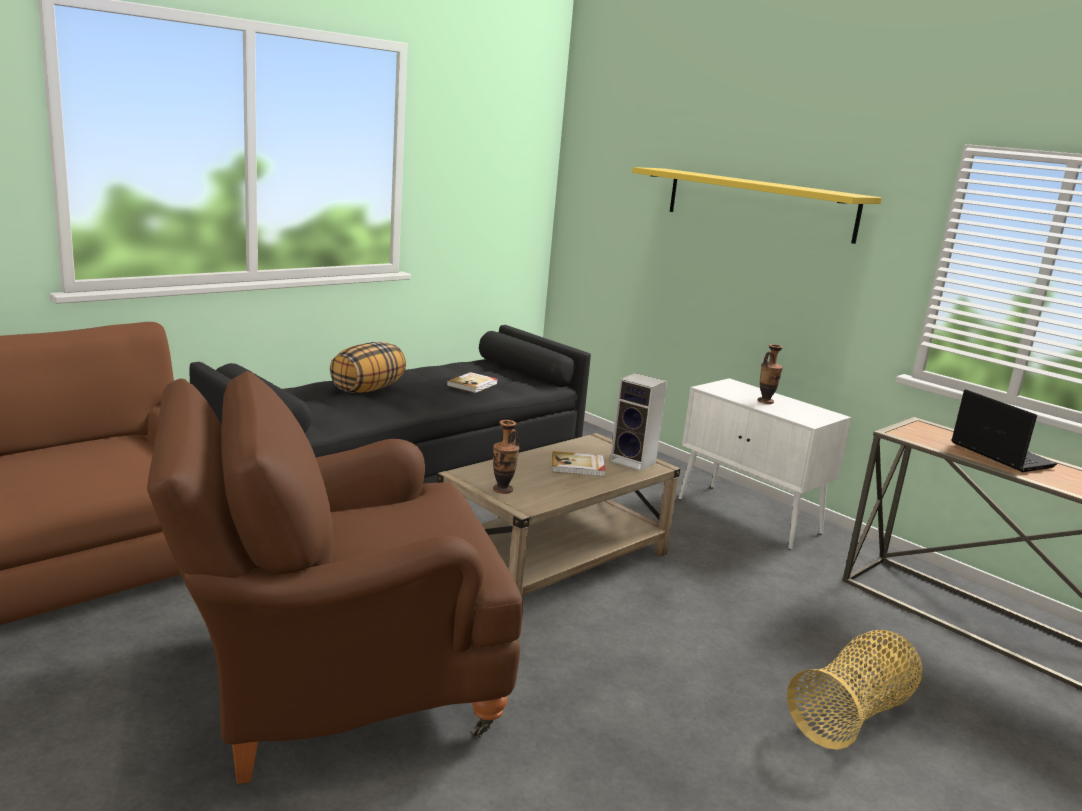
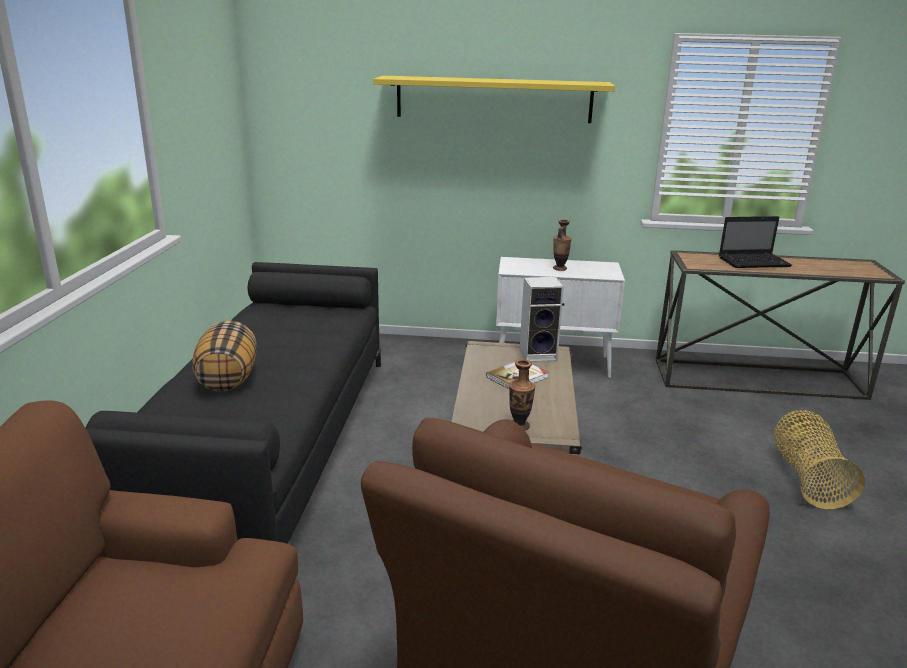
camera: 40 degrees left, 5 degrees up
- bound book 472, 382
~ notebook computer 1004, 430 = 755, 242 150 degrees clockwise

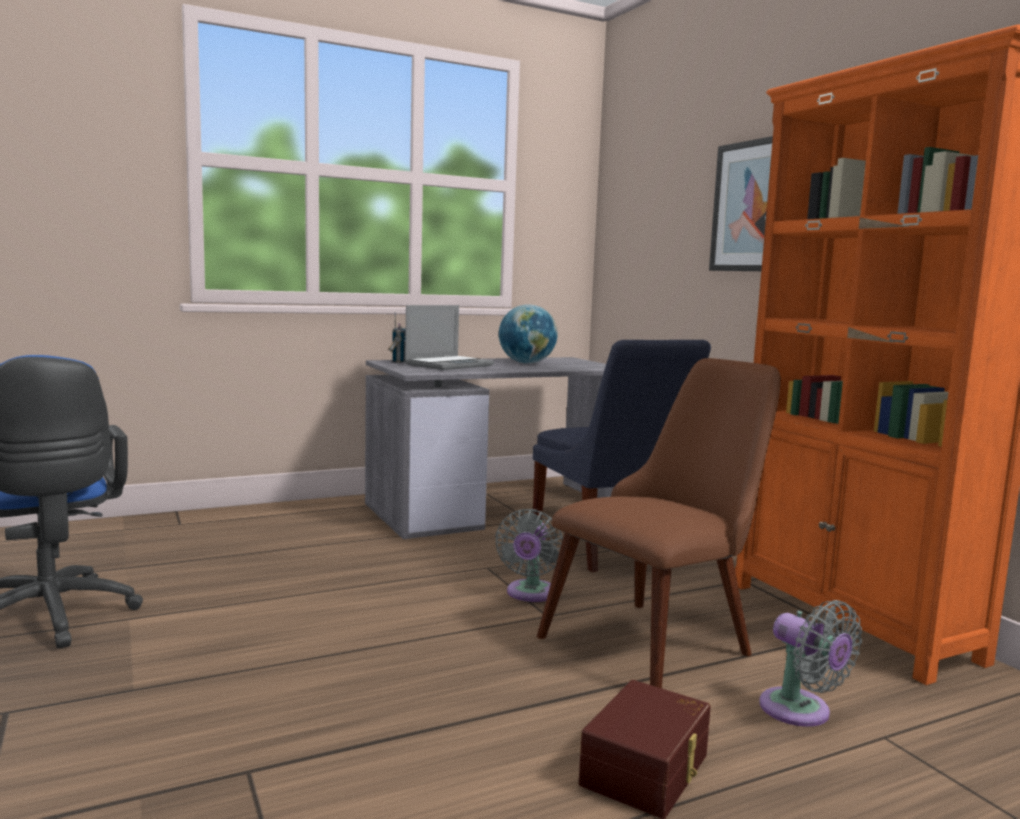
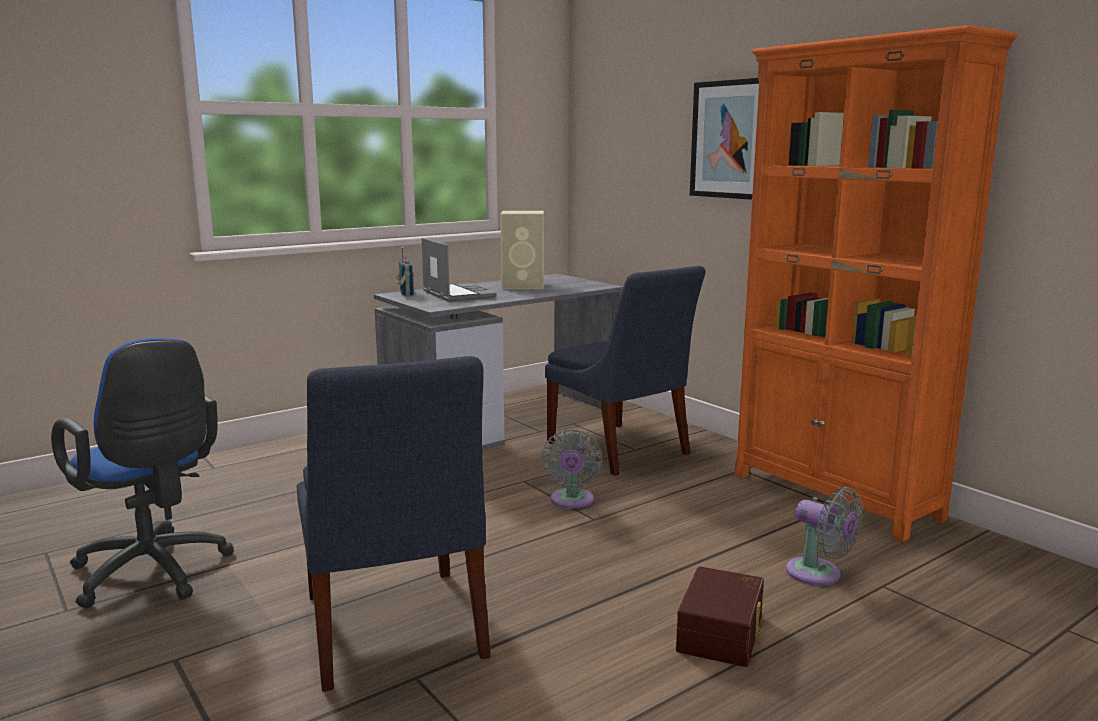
camera: 10 degrees left, 5 degrees up
- brown upright chair 659, 523
+ blue upright chair 393, 524
~ world globe 528, 334 to sand-coloured speaker 522, 250
~ notebook computer 449, 337 = 459, 270 60 degrees counterclockwise

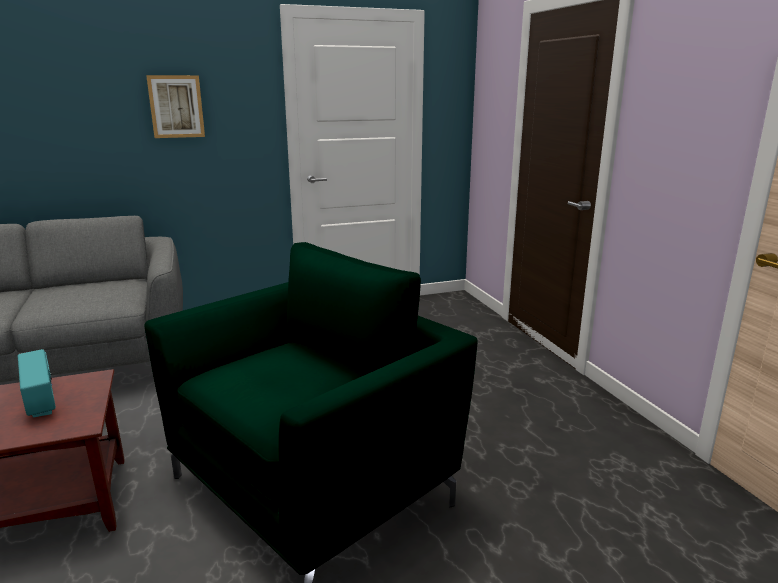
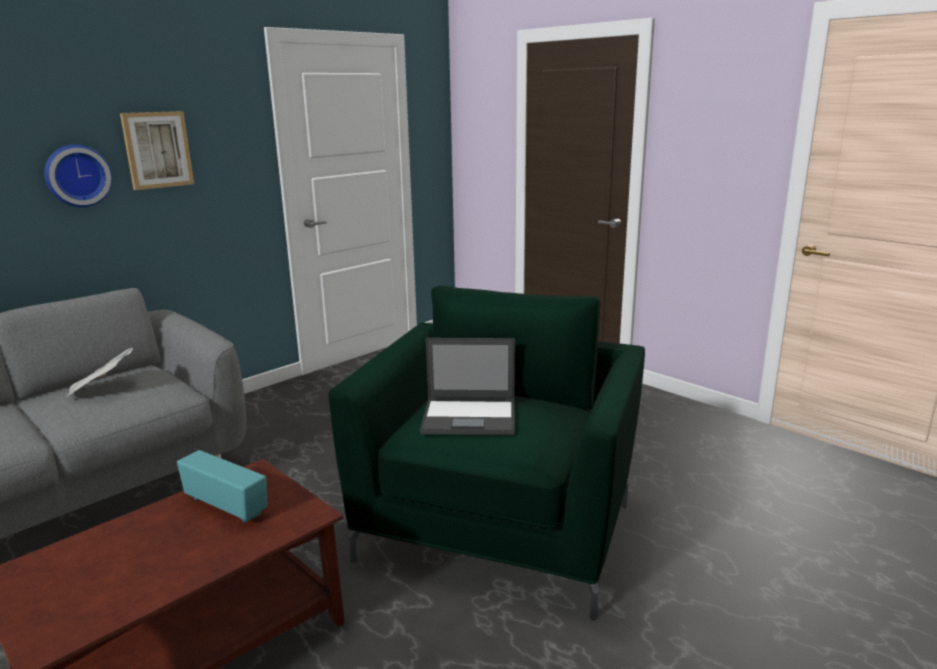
camera: 25 degrees left, 0 degrees up
+ clock on the wall 78, 175
+ printed paper 99, 372
+ notebook computer 467, 386

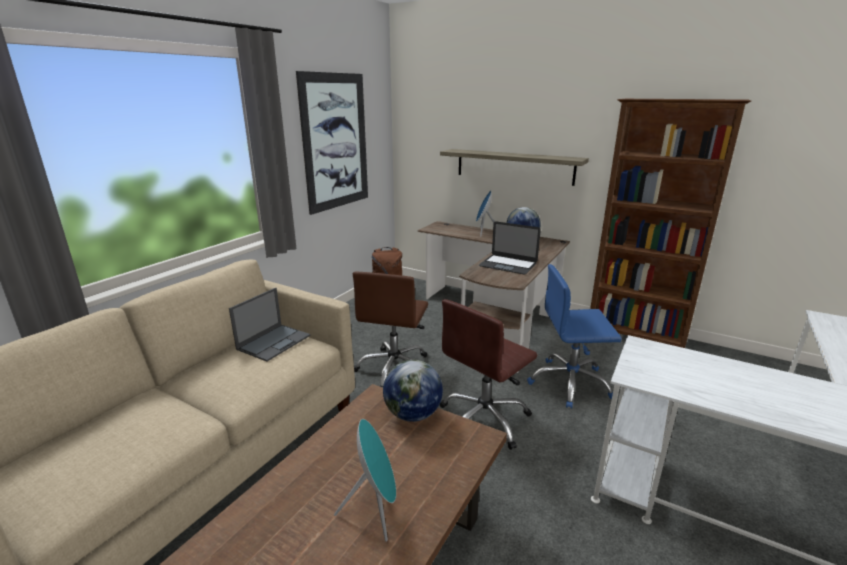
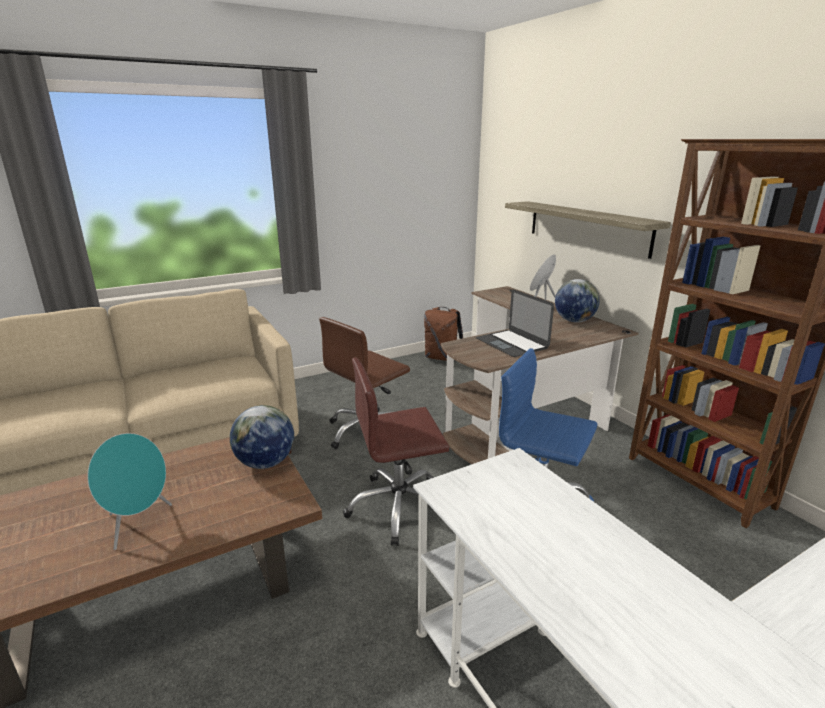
camera: 30 degrees right, 0 degrees up
- notebook computer 269, 325
- wall picture 332, 143

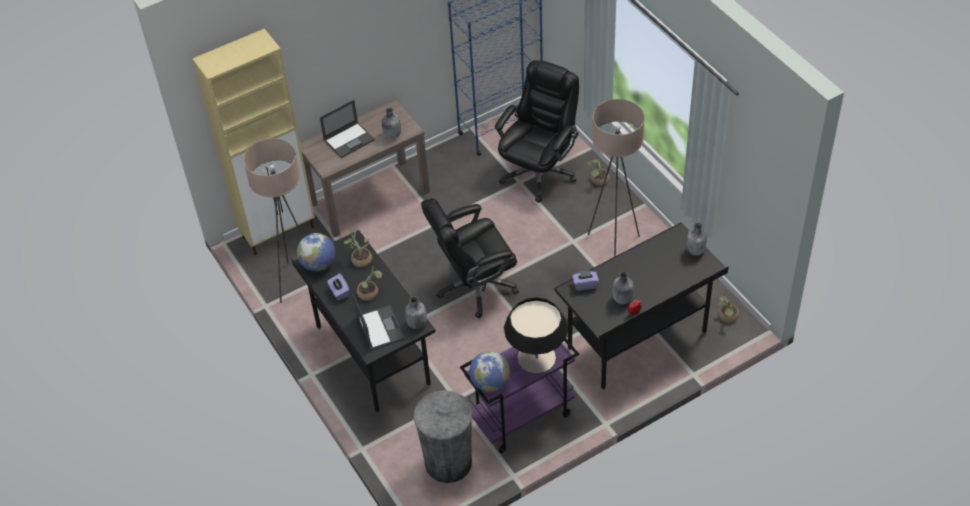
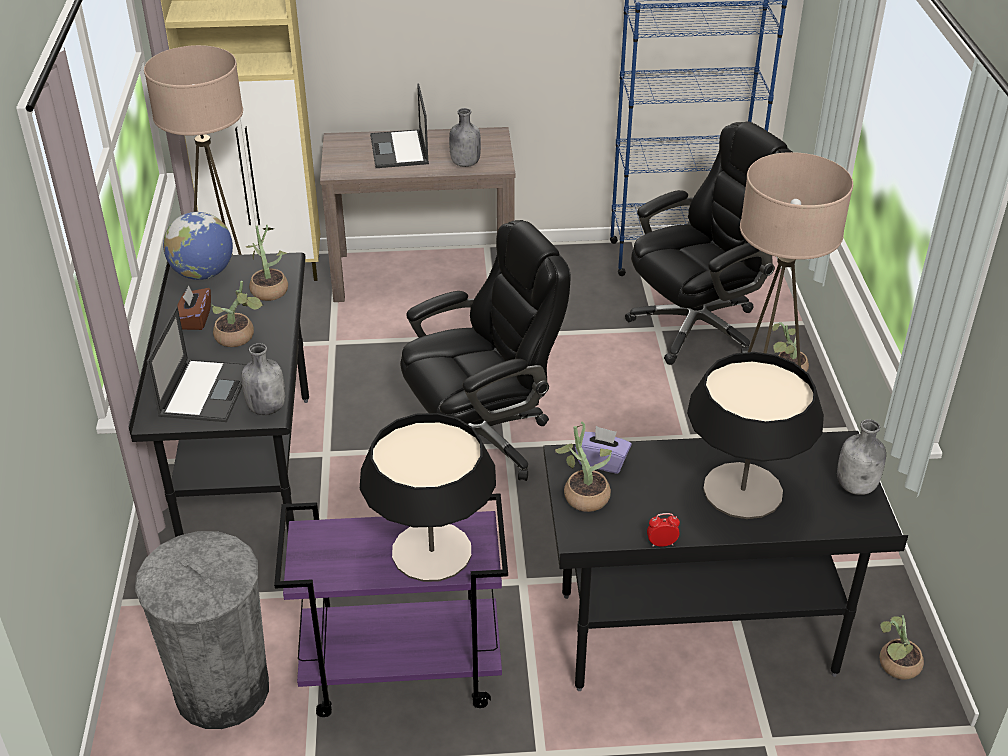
camera: 25 degrees right, 10 degrees down
- world globe 489, 371
- gray drink bottle 623, 287
+ plant in a pot 583, 466
+ tabletop lamp 755, 435
~ purplish tissue box 338, 287 to brown tissue box 194, 307
~ notebook computer 347, 129 = 399, 126 90 degrees clockwise
~ blackish desk chair 470, 258 = 485, 350 150 degrees clockwise

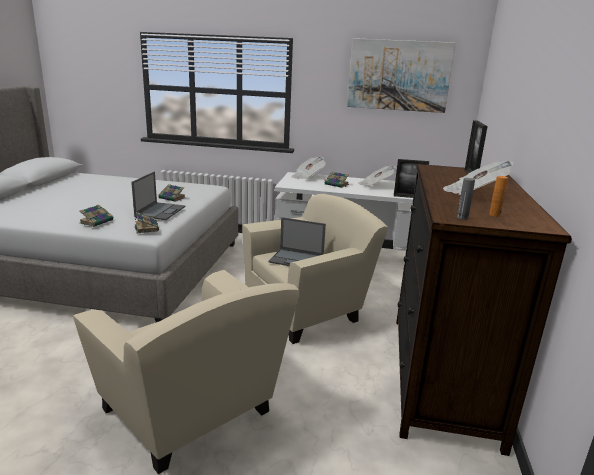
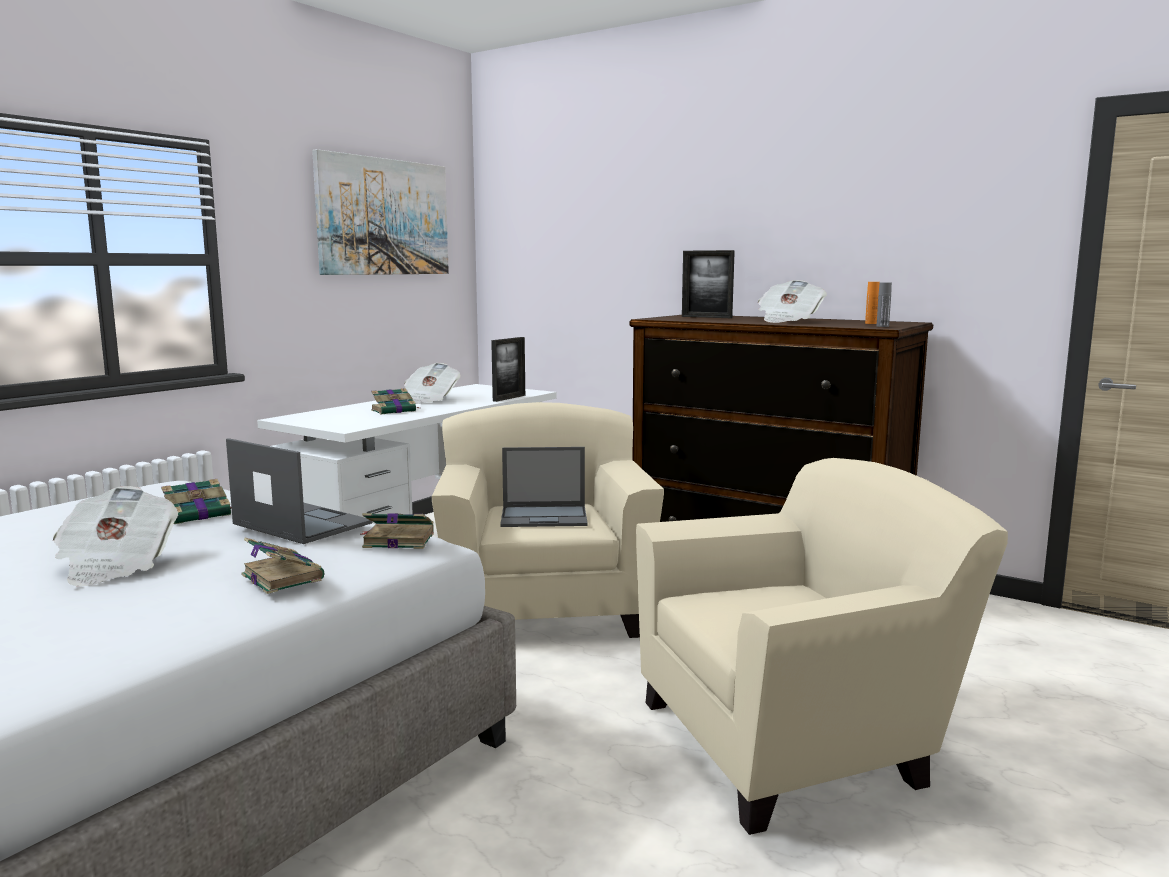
camera: 65 degrees left, 10 degrees down
~ printed paper 308, 168 to 115, 536
~ notebook computer 297, 241 = 544, 487 45 degrees clockwise

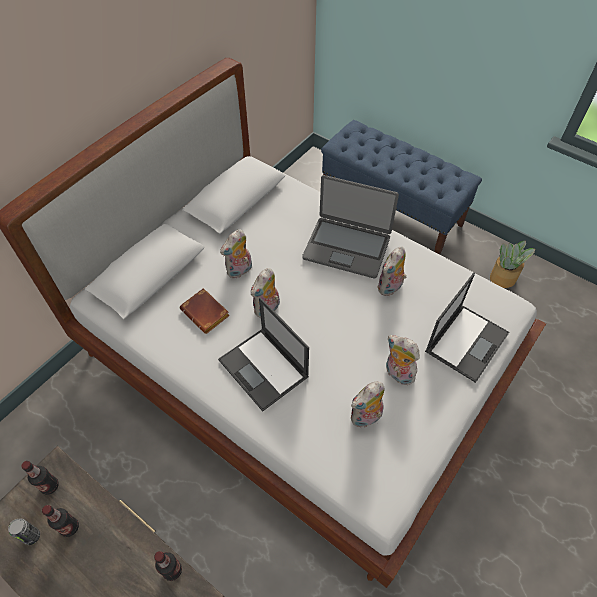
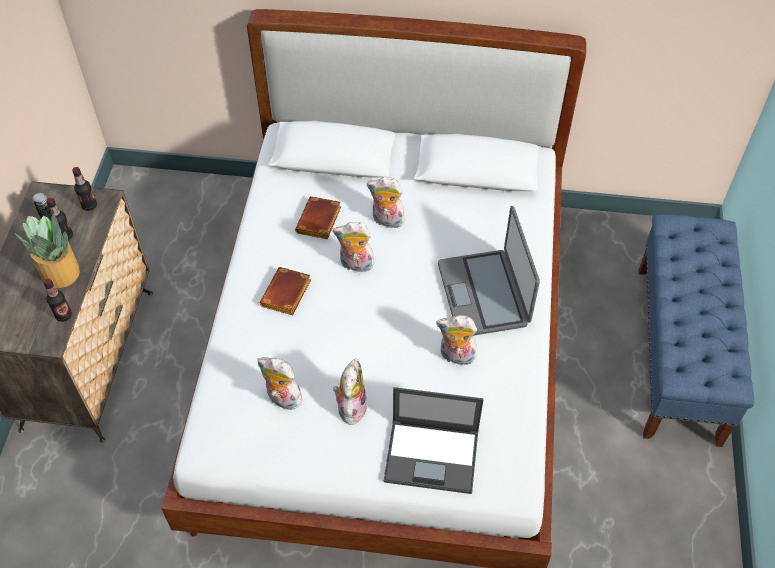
camera: 60 degrees right, 0 degrees up
~ plant in a pot 512, 264 to 47, 251
~ notebook computer 263, 354 to brown bound book 285, 291

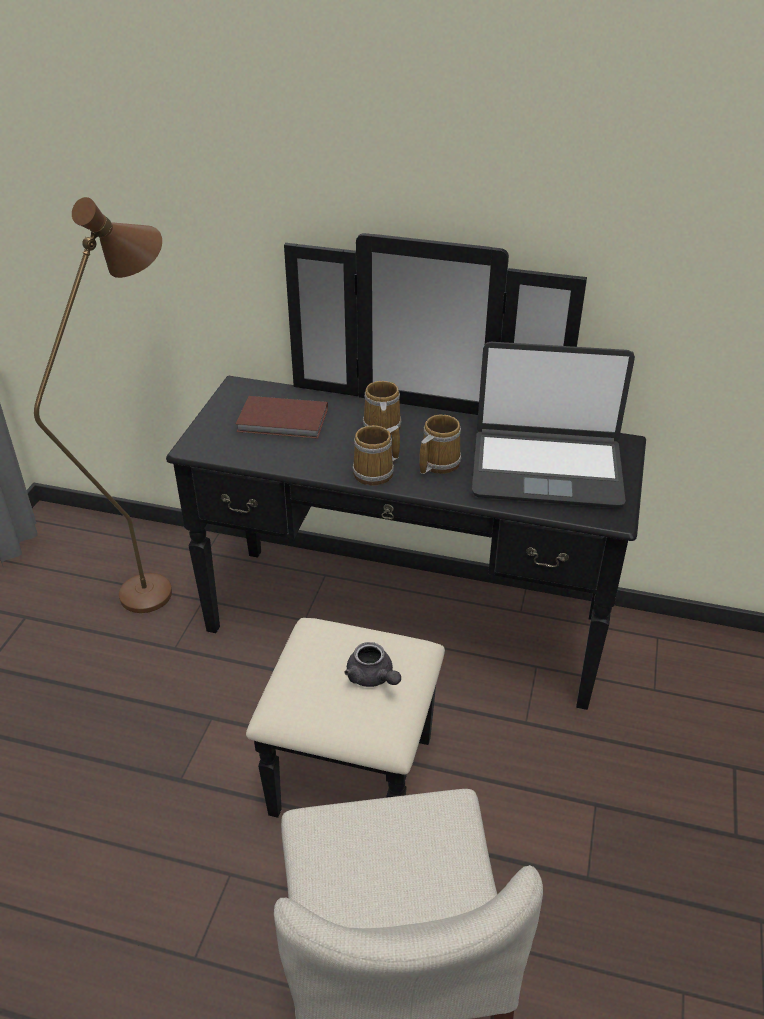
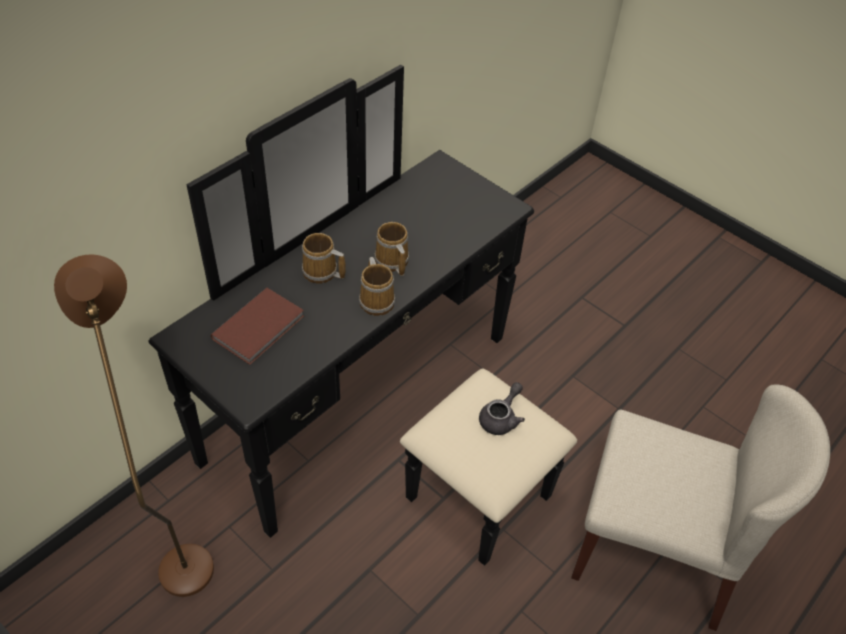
camera: 65 degrees left, 10 degrees up
- notebook computer 553, 425
~ gray teapot 372, 664 = 502, 408 45 degrees counterclockwise

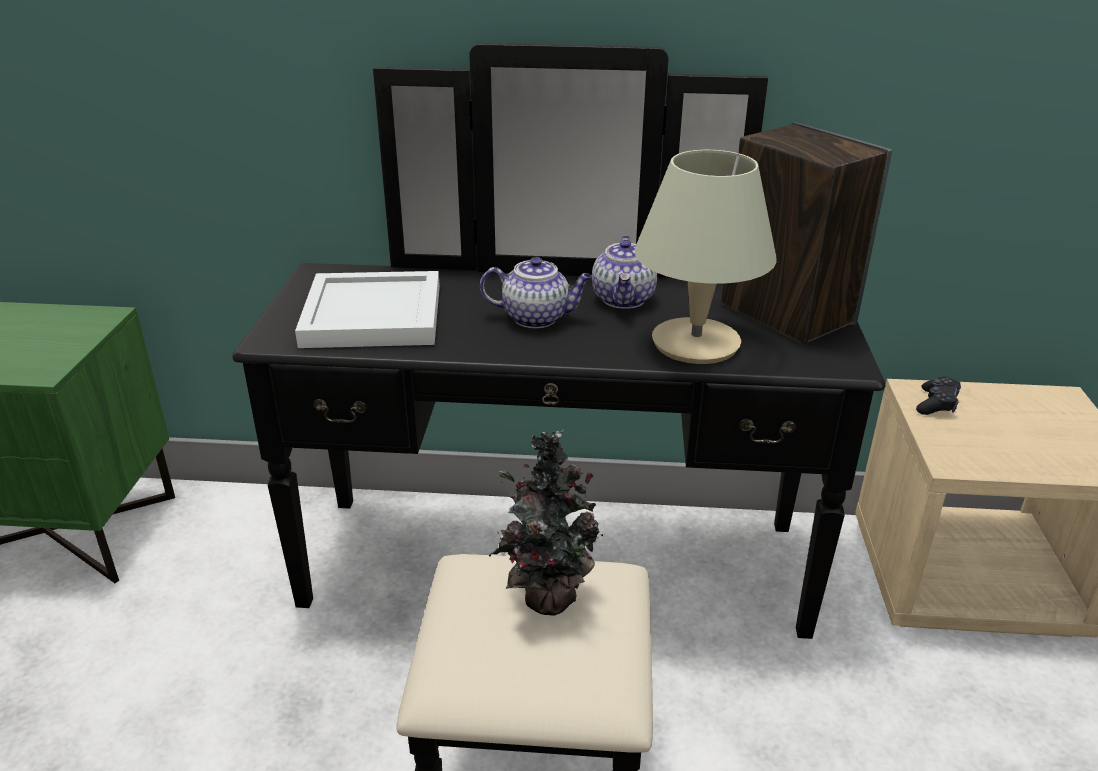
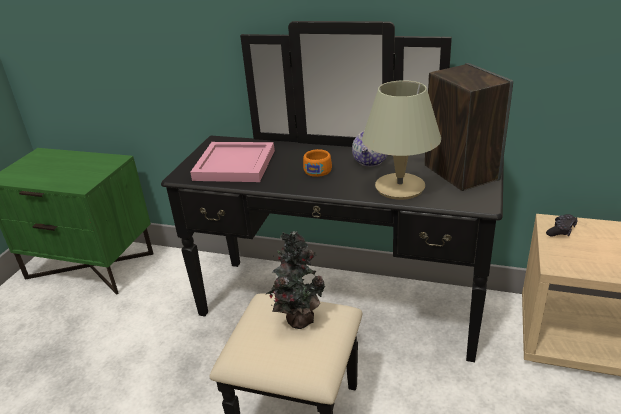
camera: 15 degrees right, 0 degrees up
~ teapot 536, 292 to orange-coloured small cup 317, 163
~ whitish serving tray 367, 309 to pink-coloured serving tray 232, 162

